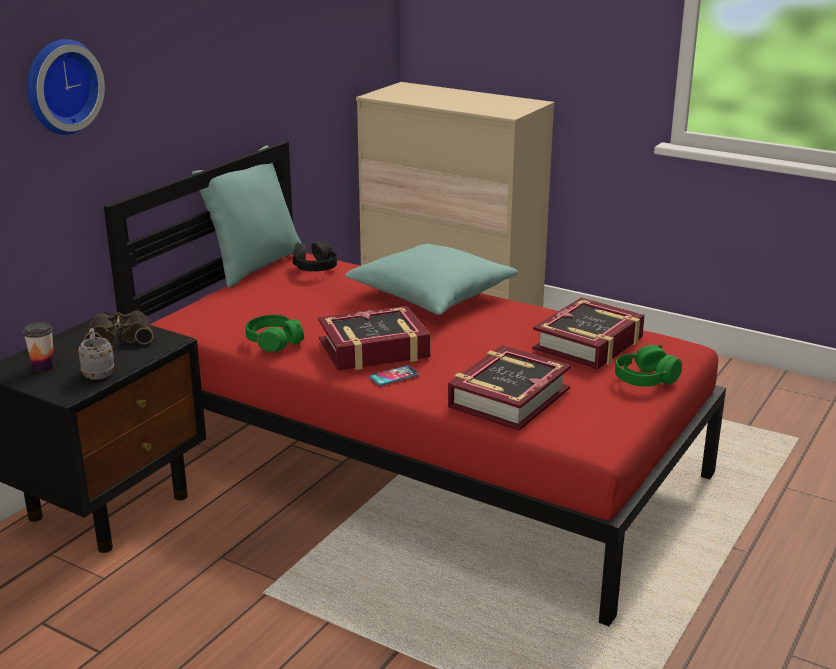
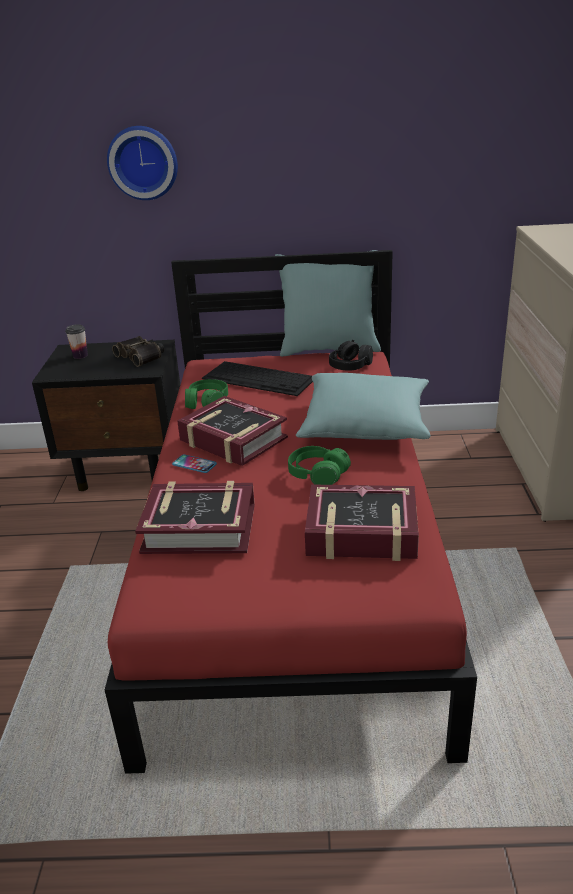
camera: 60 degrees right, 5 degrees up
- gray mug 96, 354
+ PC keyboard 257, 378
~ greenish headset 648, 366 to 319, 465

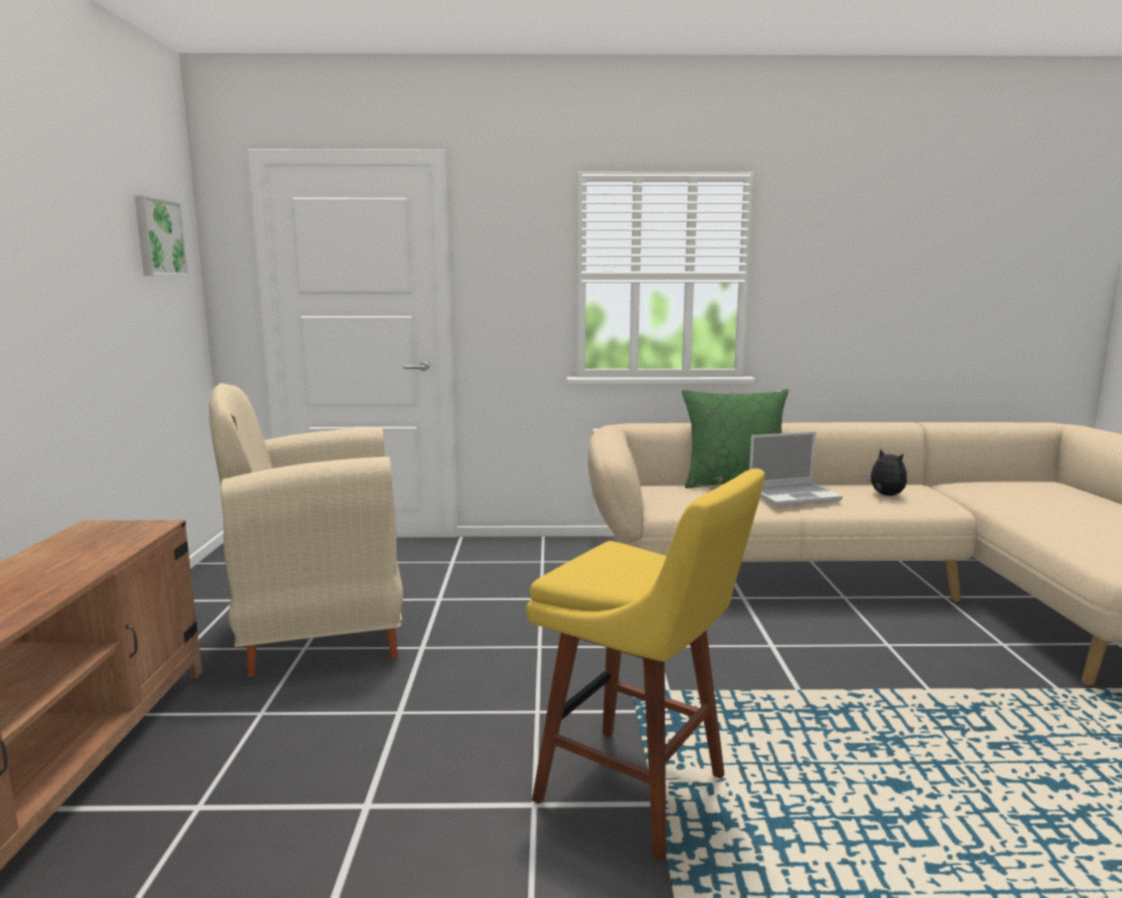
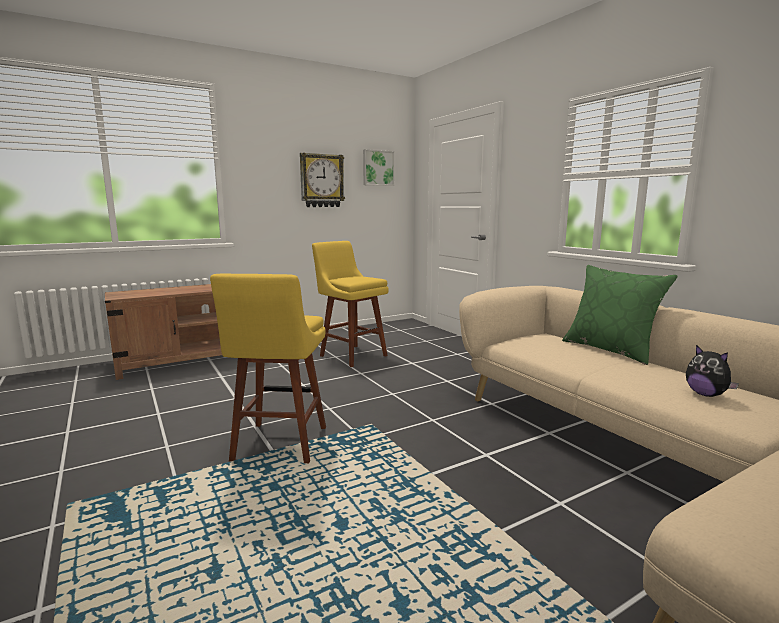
camera: 60 degrees right, 0 degrees up
- notebook computer 796, 469
+ clock on the wall 322, 180
~ sand-coloured armchair 306, 530 to yellowish stool 350, 304
~ cuddly toy 885, 472 = 712, 371 120 degrees clockwise

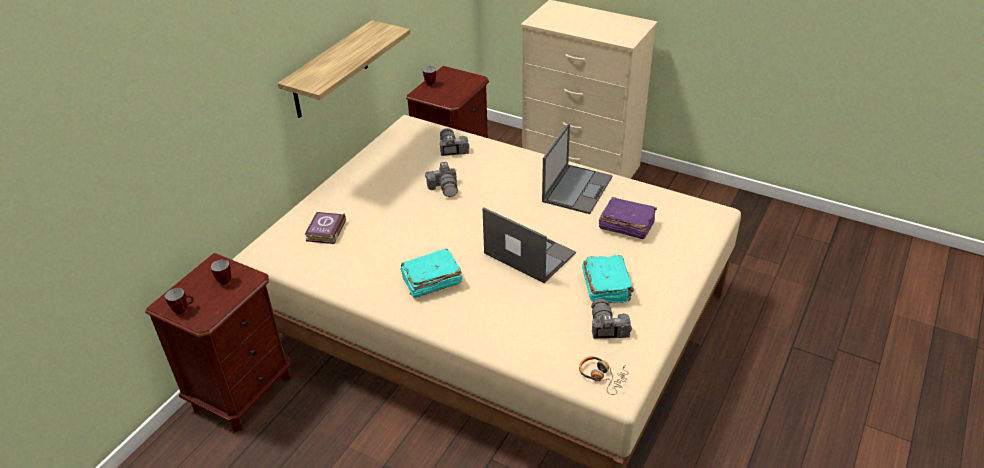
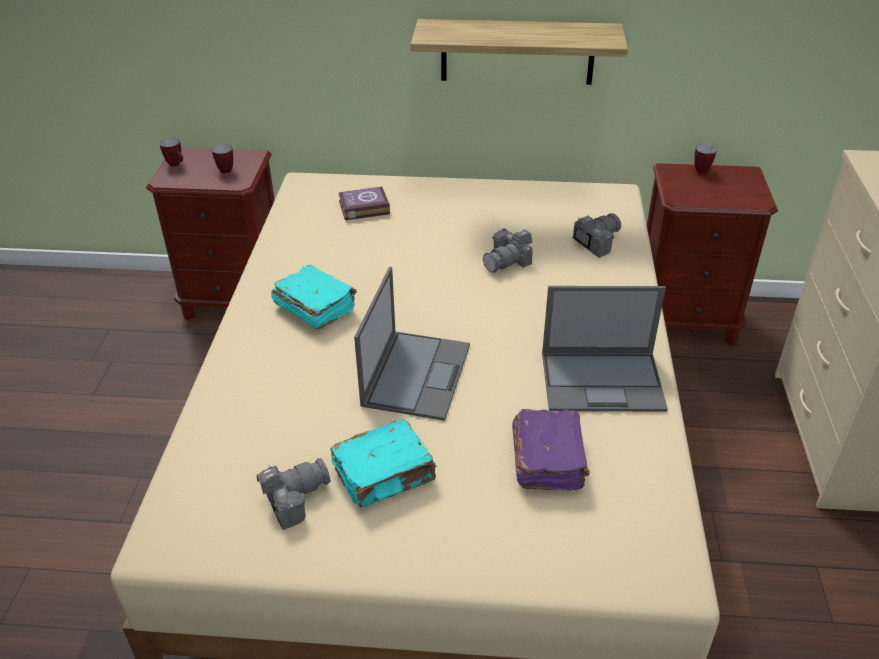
camera: 65 degrees right, 0 degrees up
- headset 603, 375

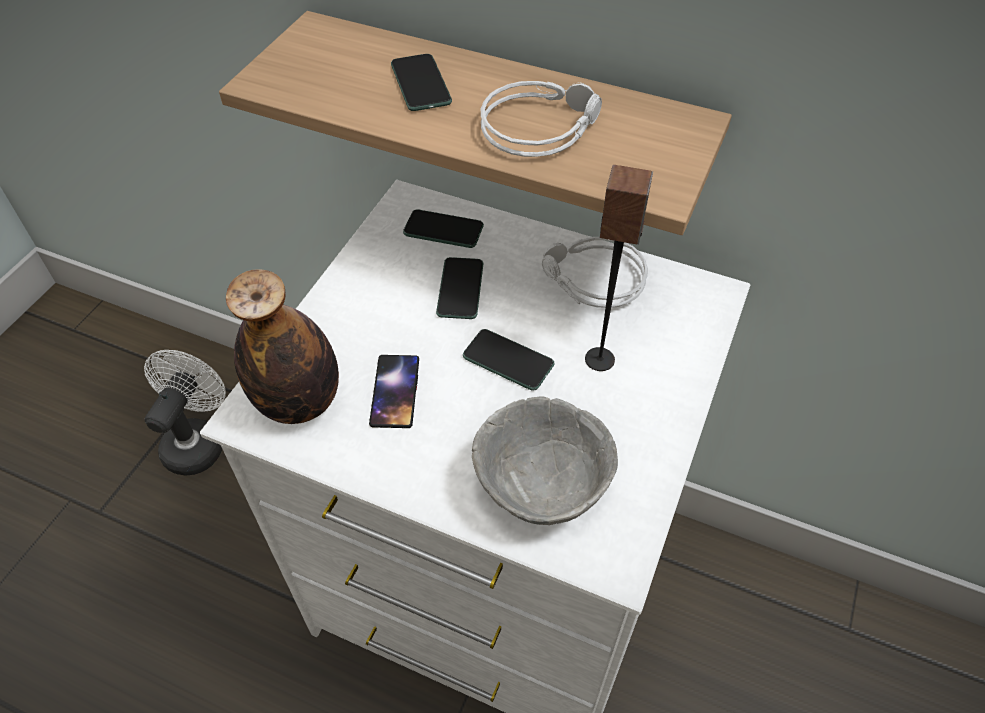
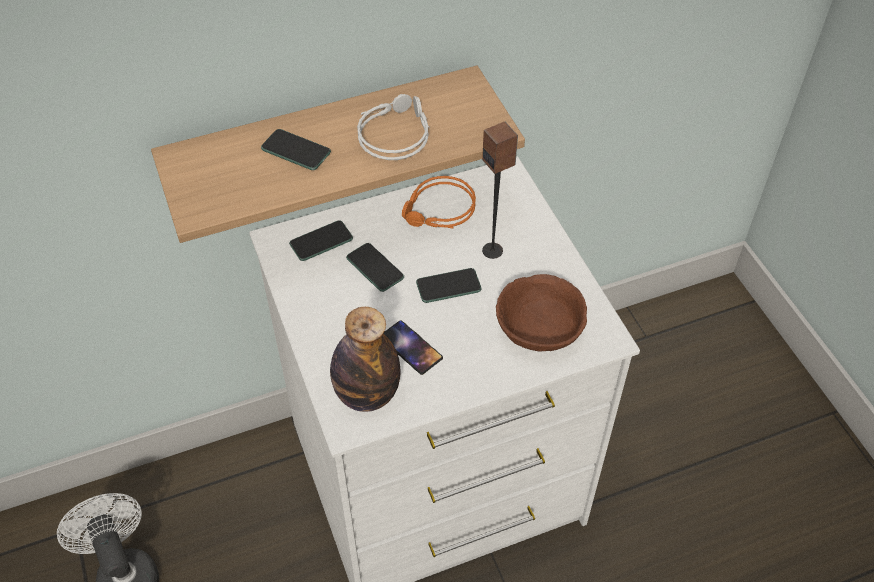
camera: 45 degrees left, 0 degrees up
~ gray serving bowl 545, 460 to brown serving bowl 541, 312
~ gray headset 595, 272 to orange-coloured headset 439, 202

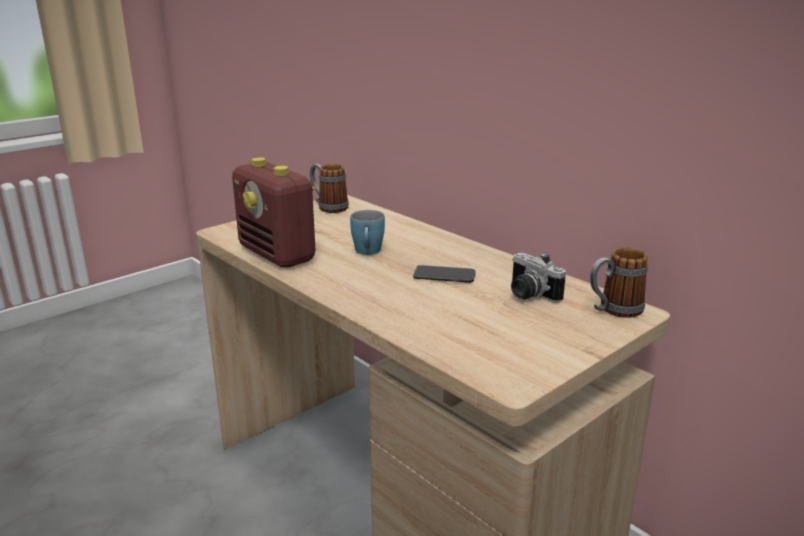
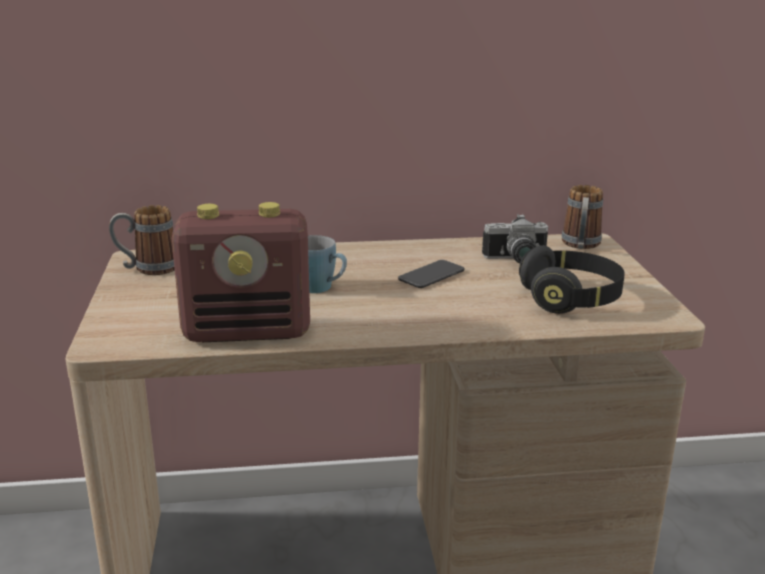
camera: 55 degrees left, 0 degrees up
+ blackish headset 572, 279

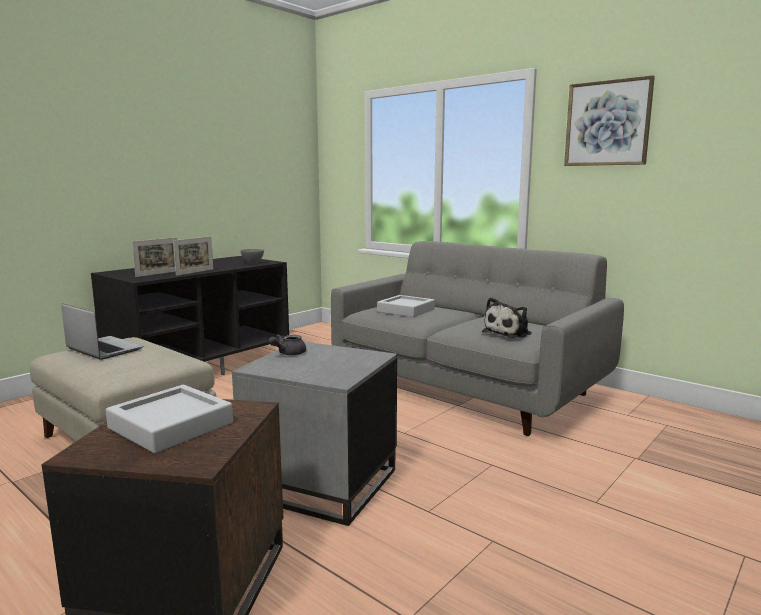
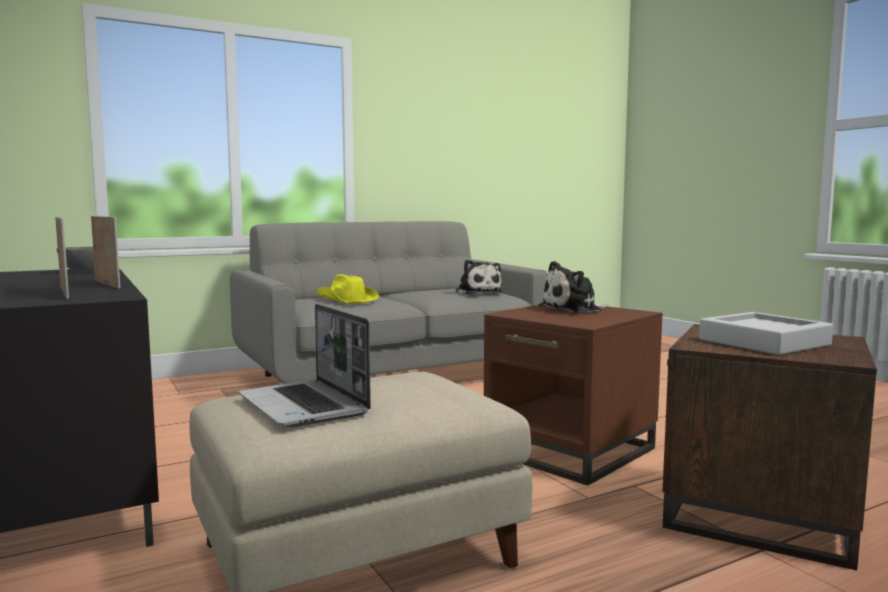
camera: 70 degrees left, 5 degrees down
- gray teapot 287, 344
- wall picture 609, 120
+ cuddly toy 574, 287
~ gray serving tray 406, 306 to yellowish clothing hat 347, 288
~ gray accent table 314, 434 to brown accent table 573, 395
~ notebook computer 102, 331 = 304, 365 90 degrees counterclockwise

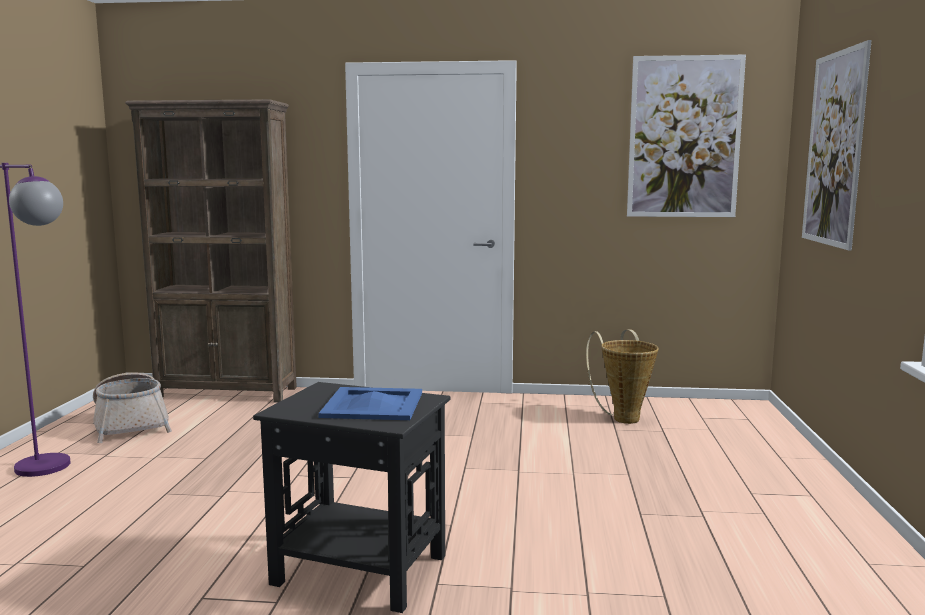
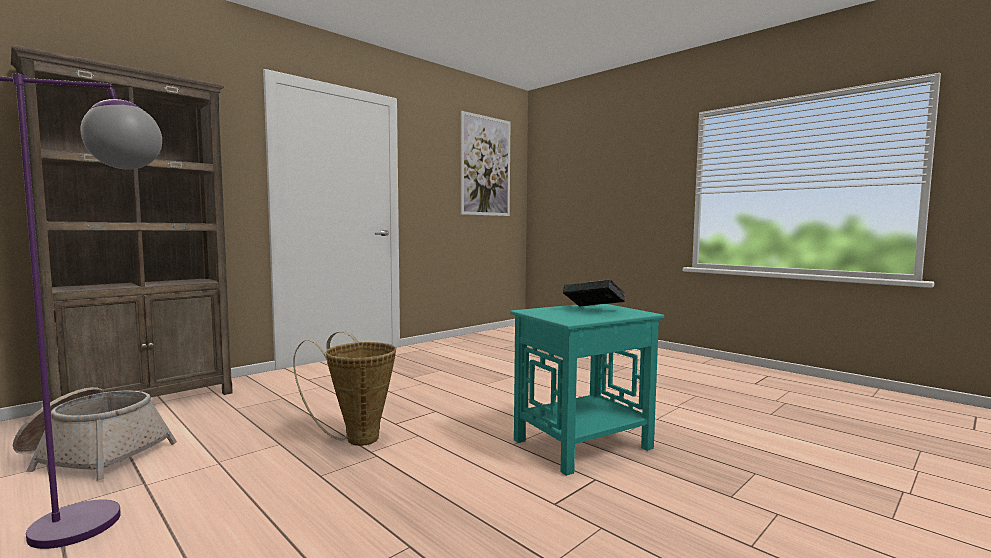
camera: 50 degrees left, 5 degrees down
- wall picture 837, 145
~ household basket 622, 376 to 344, 388
~ blue serving tray 370, 403 to bound book 594, 293
~ blackish accent table 351, 497 to turquoise accent table 587, 390

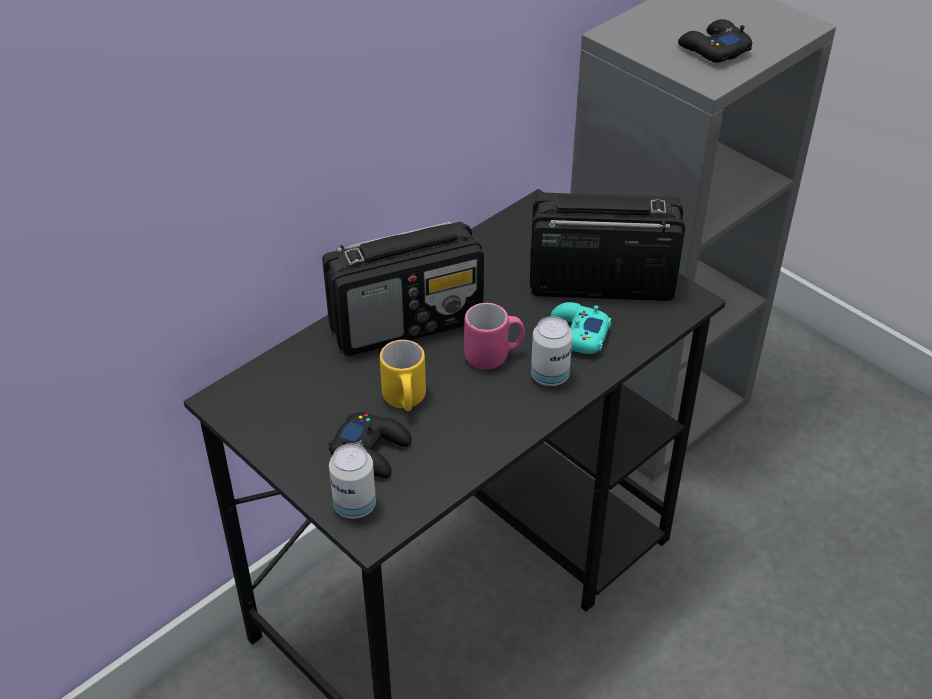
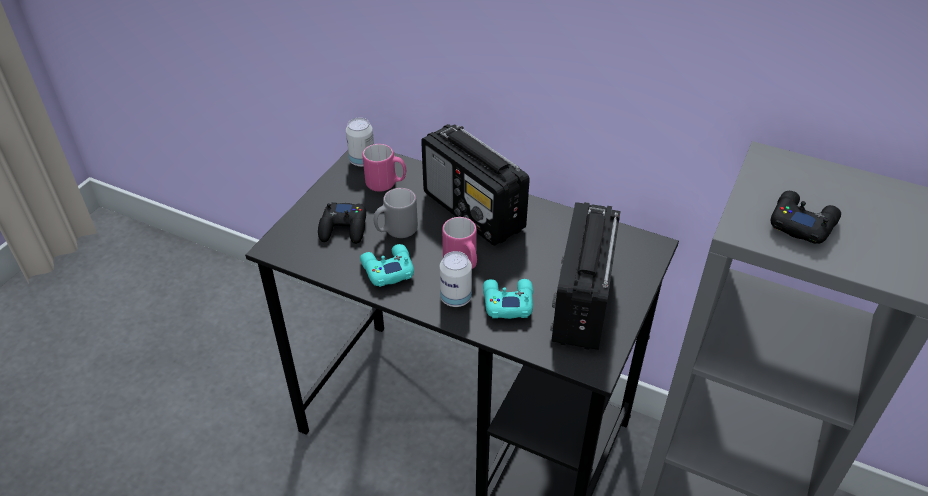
camera: 70 degrees right, 0 degrees up
+ turquoise game controller 387, 265
+ pink-coloured mug 384, 168
~ sealed can 352, 481 to 360, 142
~ yellowish mug 403, 375 to gray mug 396, 213
~ radio receiver 607, 246 = 585, 276 150 degrees counterclockwise

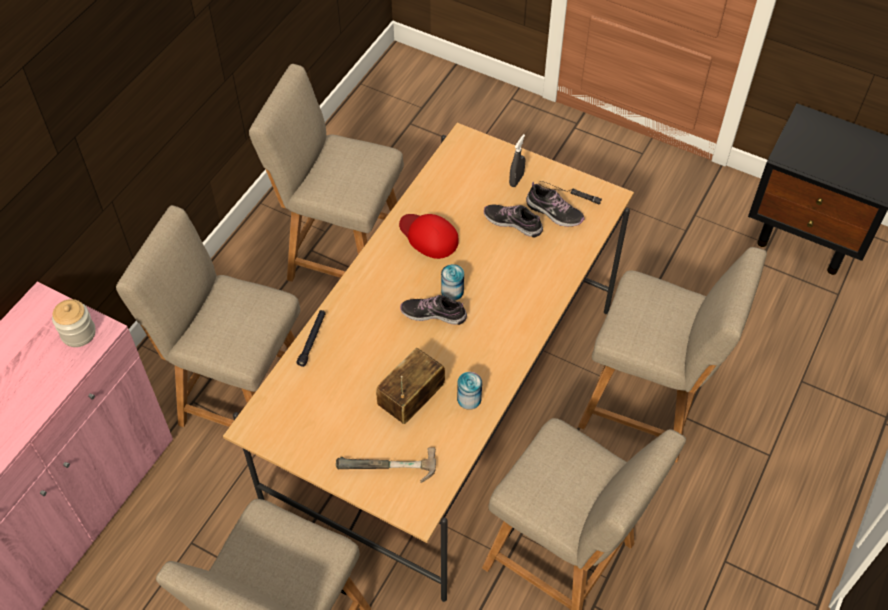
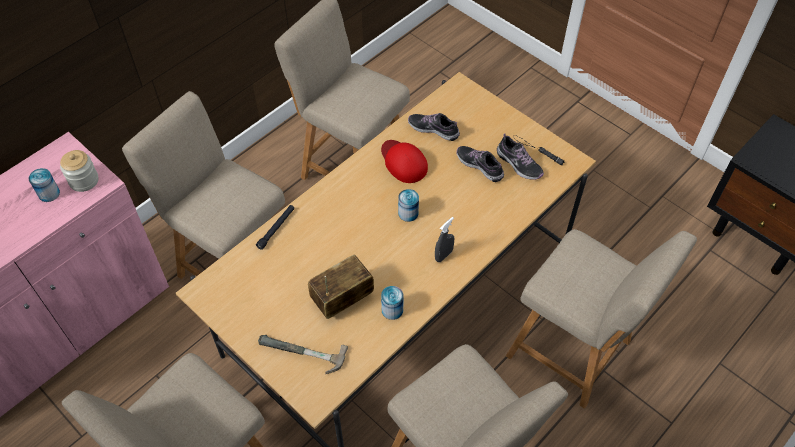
camera: 15 degrees right, 0 degrees up
+ sealed can 44, 185
~ item of footwear 433, 310 to 434, 127
~ gray hand sprayer 517, 160 to 444, 239

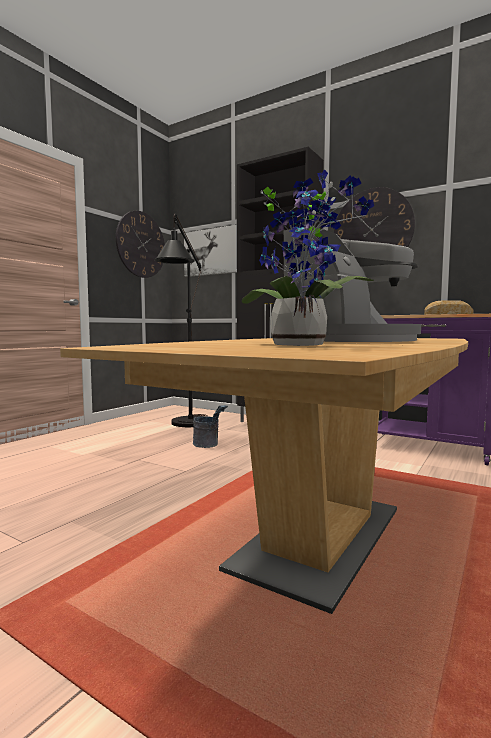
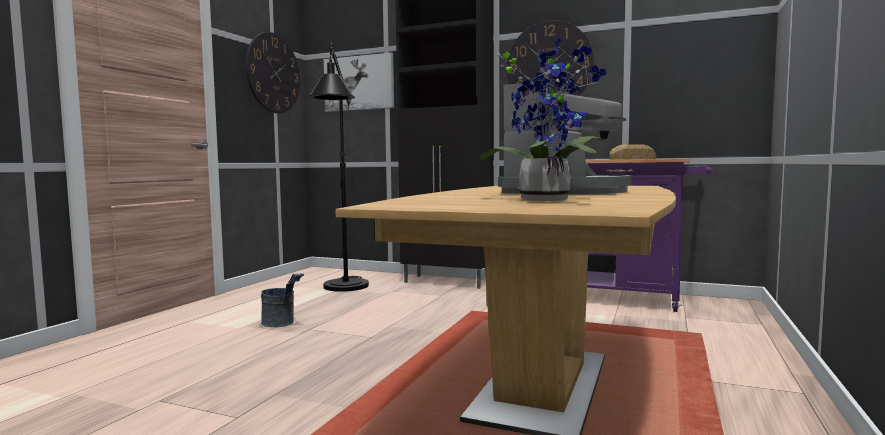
camera: 10 degrees left, 0 degrees up
~ gray bucket 210, 426 to 282, 300

